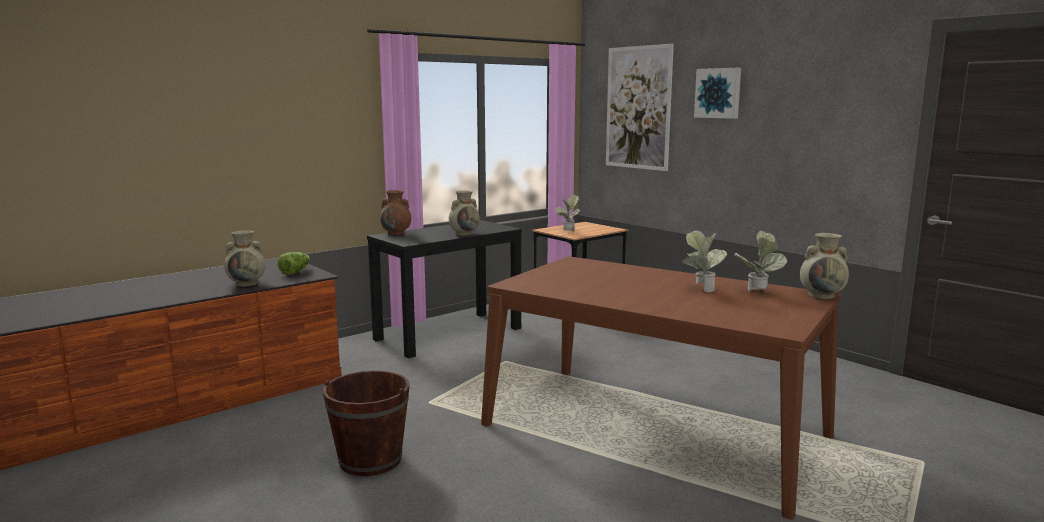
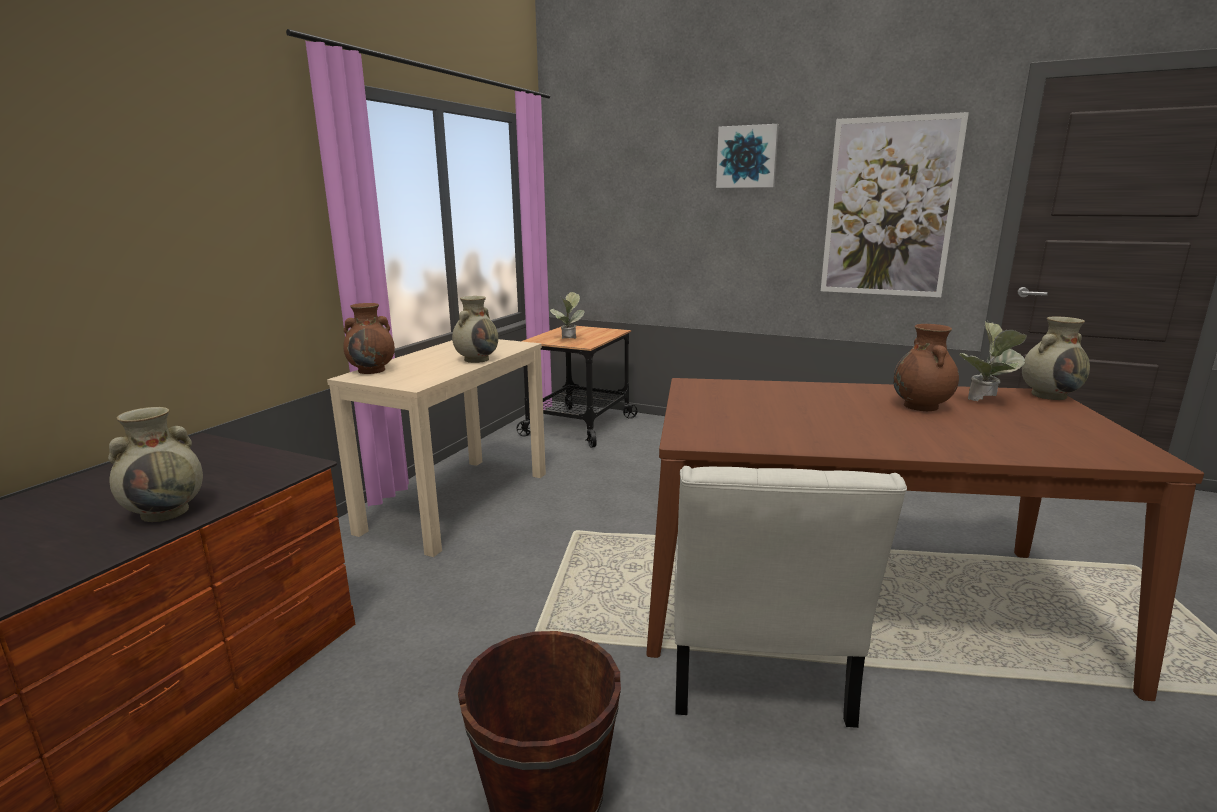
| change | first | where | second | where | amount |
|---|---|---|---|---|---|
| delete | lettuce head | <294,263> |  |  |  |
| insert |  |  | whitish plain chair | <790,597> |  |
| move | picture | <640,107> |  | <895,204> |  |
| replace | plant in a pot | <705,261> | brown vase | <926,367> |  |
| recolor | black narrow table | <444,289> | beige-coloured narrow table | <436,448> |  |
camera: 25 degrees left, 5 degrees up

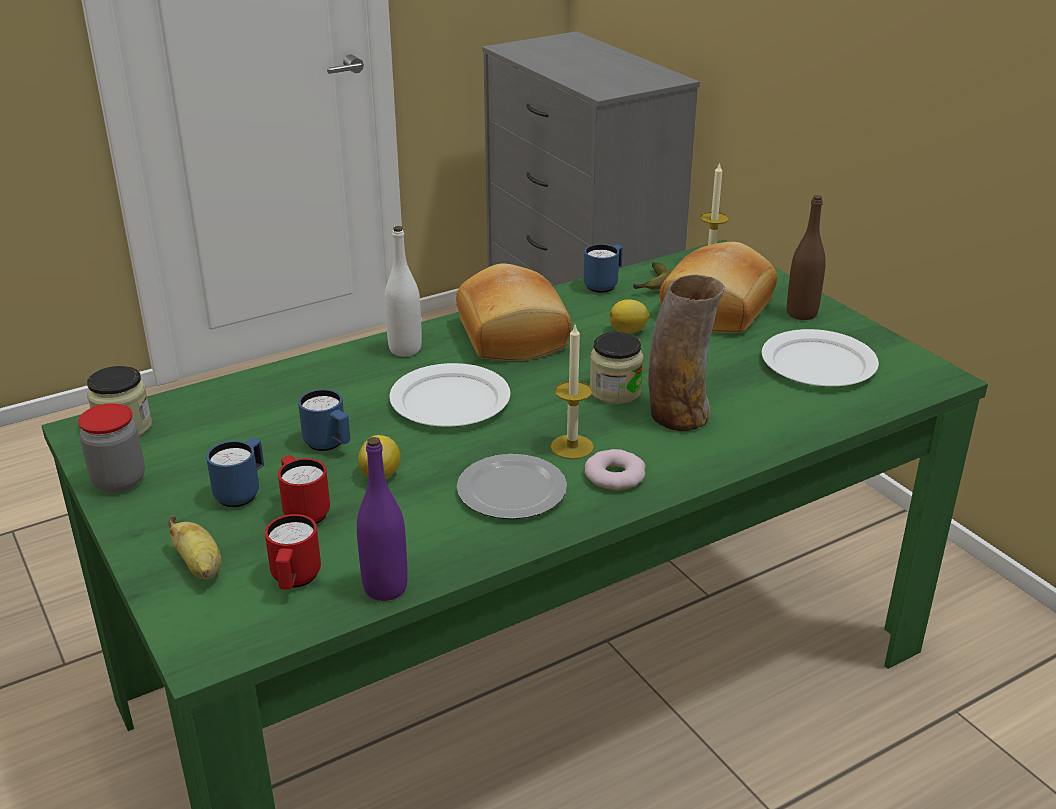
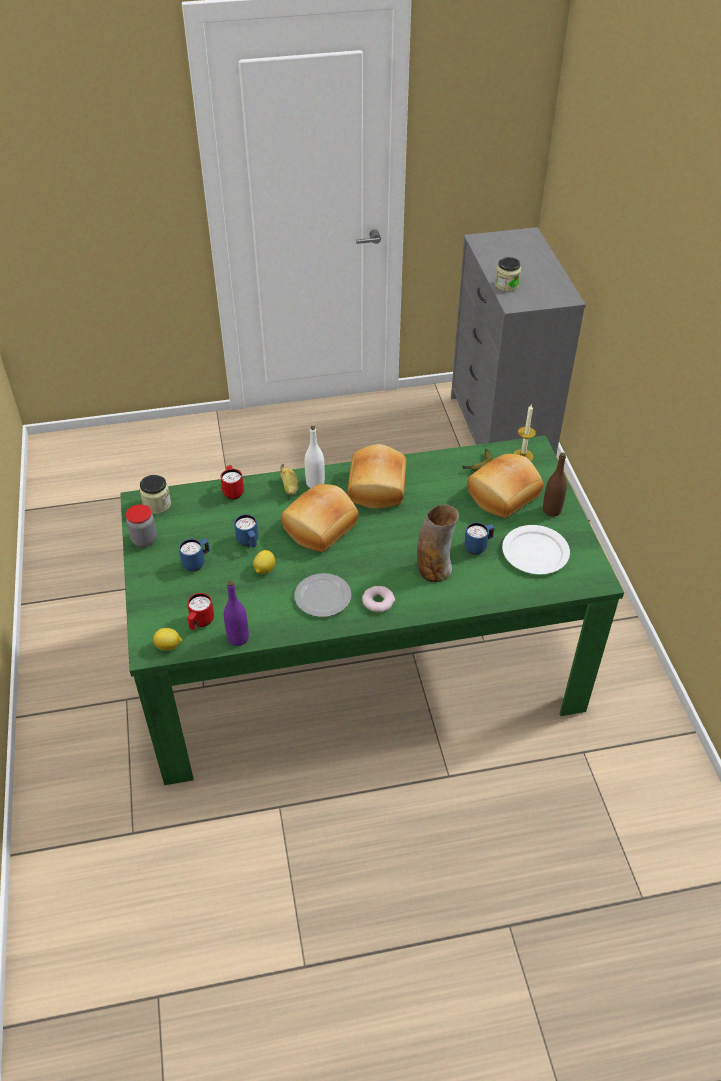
| change | first | where | second | where | amount |
|---|---|---|---|---|---|
| delete | candle | <572,392> |  |  |  |
| move | whole banana | <194,547> |  | <289,480> |  |
| move | reddish tea mug | <304,489> |  | <232,482> |  |
| move | blue-coloured tea mug | <603,268> |  | <479,538> |  |
| move | preserve jar | <616,368> |  | <508,274> |  |
| move | whole lemon | <629,316> |  | <167,639> |  |
| replace | whitish plate | <449,395> | bread | <320,518> |  |
camera: 20 degrees right, 15 degrees up

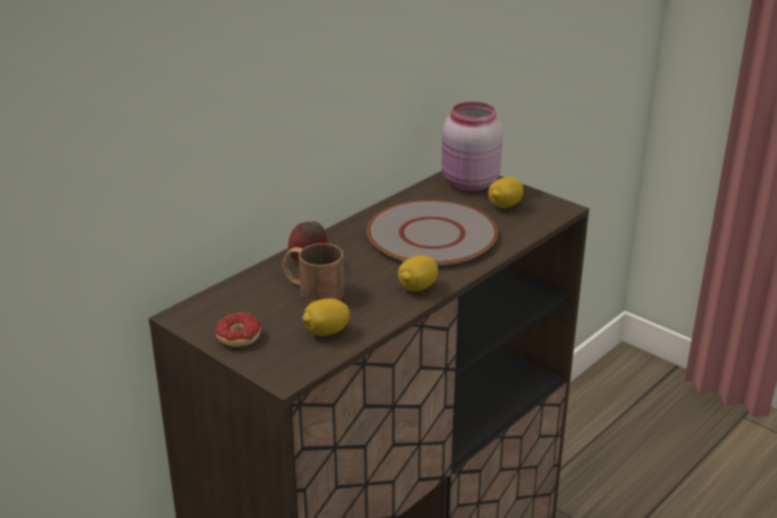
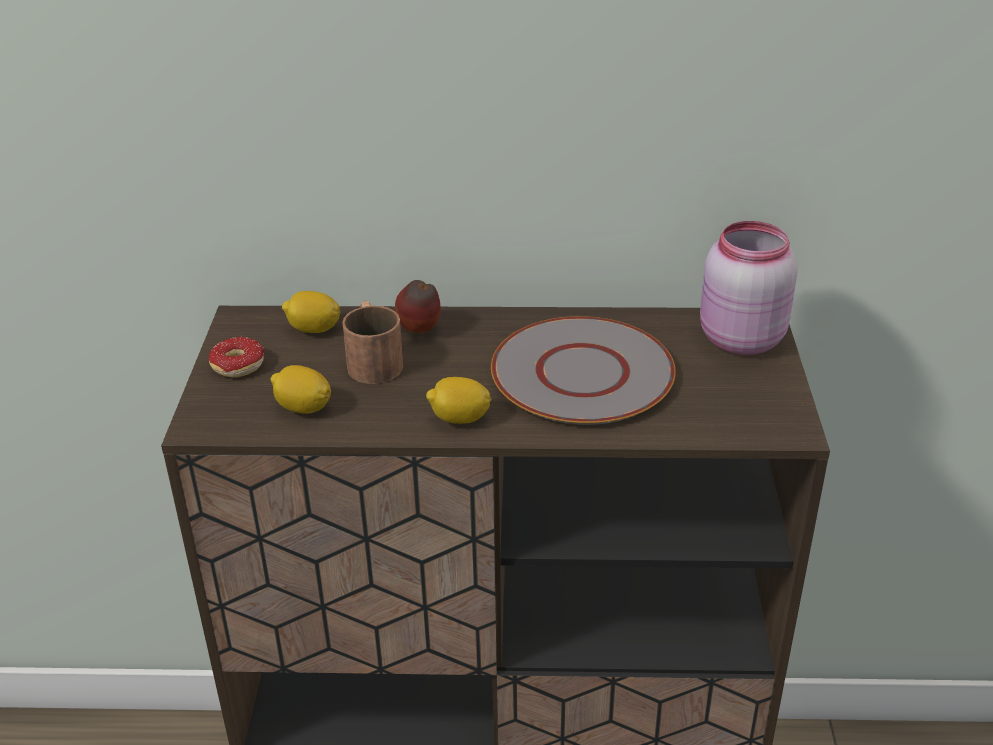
| change | first | where | second | where | amount |
|---|---|---|---|---|---|
| move | whole lemon | <505,192> |  | <311,312> |  |
camera: 50 degrees right, 5 degrees up

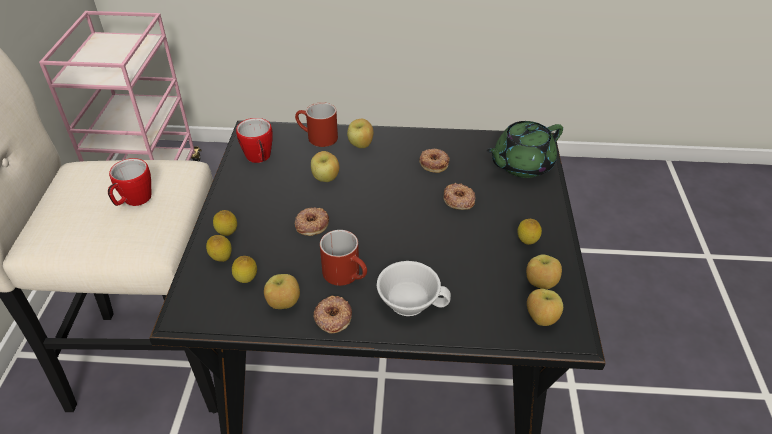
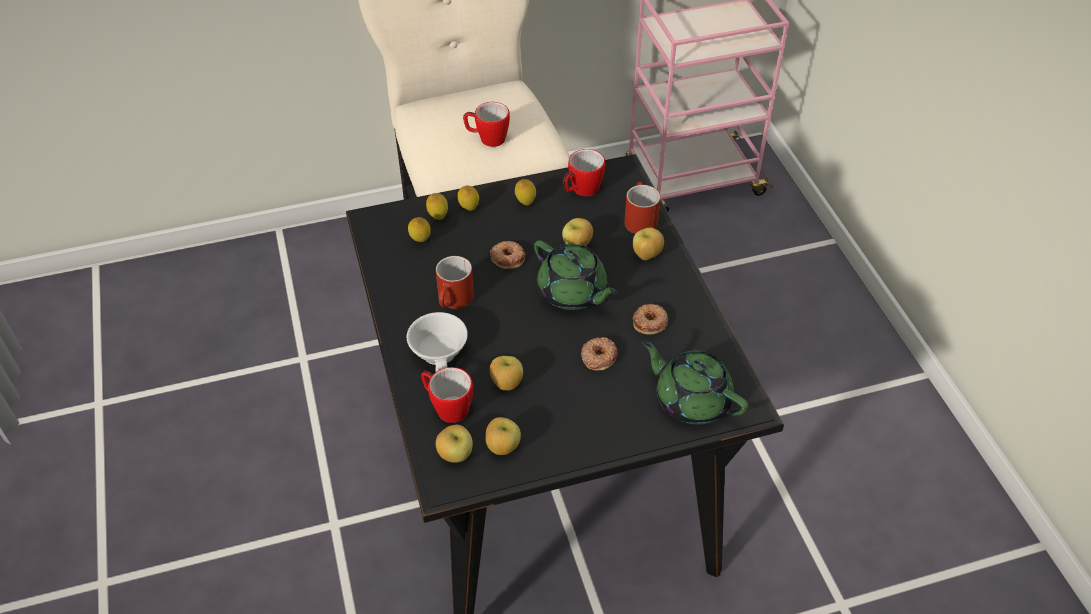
| change | first | where | second | where | amount |
|---|---|---|---|---|---|
| delete | doughnut | <333,315> |  |  |  |
| insert |  |  | tea mug | <447,395> |  |
| insert |  |  | green-coloured teapot | <576,275> |  |
| move | apple | <282,291> |  | <506,373> |  |
| move | whole lemon | <529,232> |  | <525,192> |  |
camera: 70 degrees right, 5 degrees up

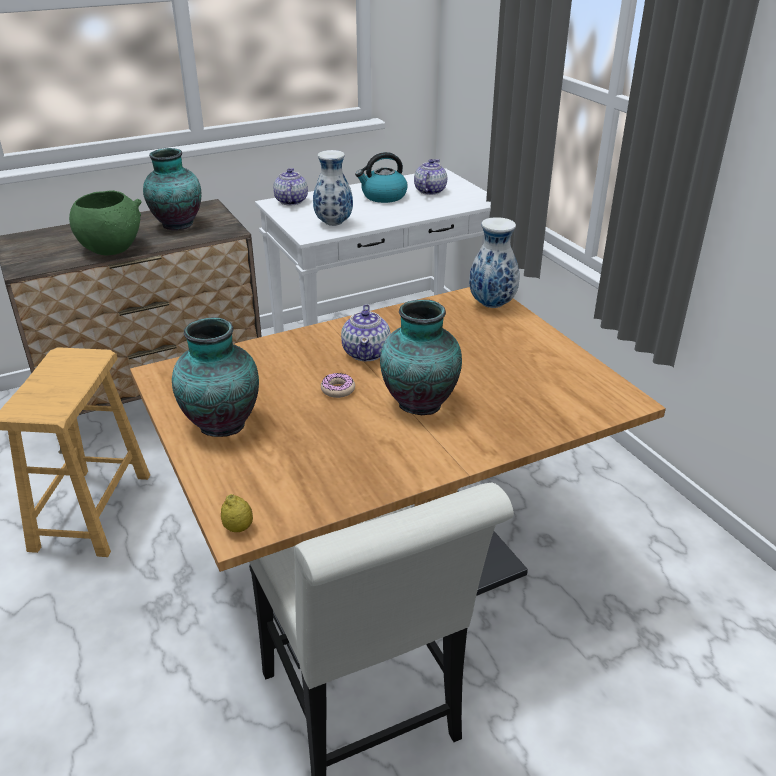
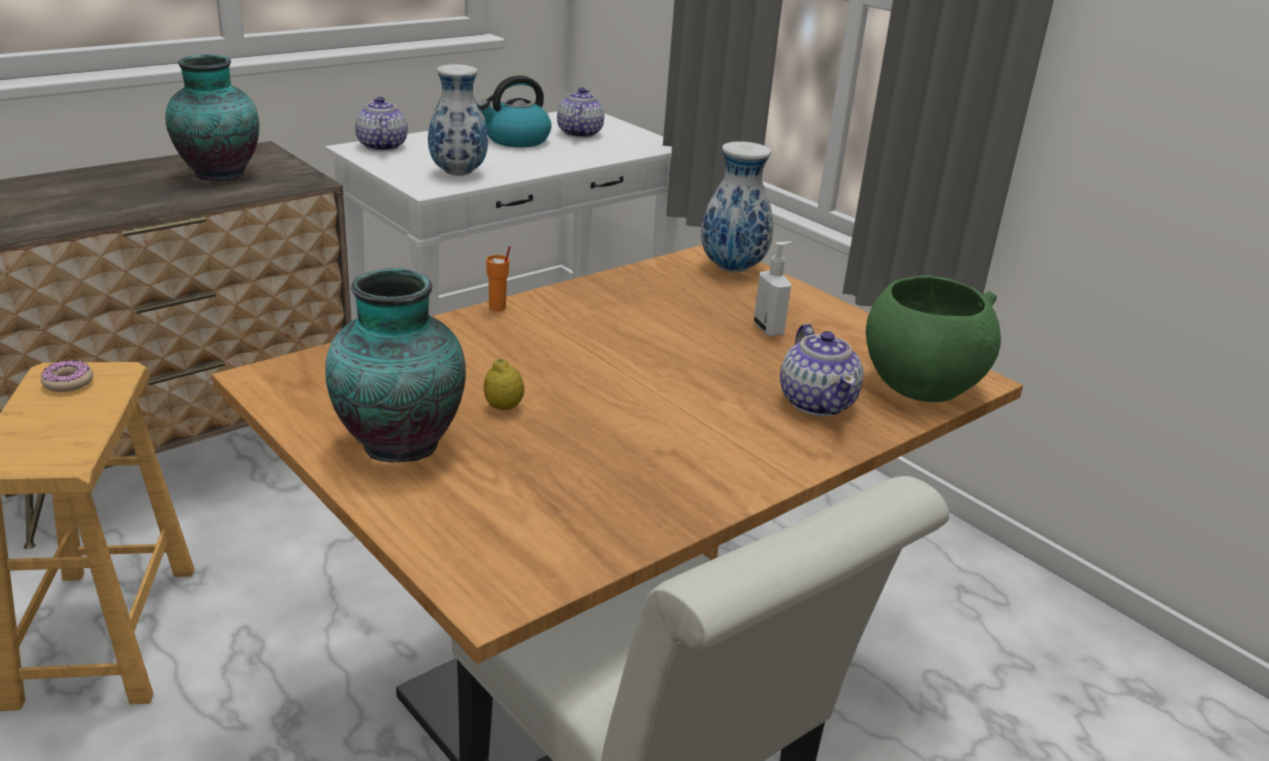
| change | first | where | second | where | amount |
|---|---|---|---|---|---|
| delete | vase | <421,357> |  |  |  |
| insert |  |  | orange cup | <498,279> |  |
| insert |  |  | liquid soap bottle | <773,289> |  |
| move | green-coloured bowl | <105,222> |  | <933,338> |  |
| move | whole lemon | <237,513> |  | <503,384> |  |
| move | doughnut | <338,385> |  | <66,376> |  |
| move | teapot | <366,332> |  | <821,370> |  |
camera: 15 degrees left, 5 degrees down

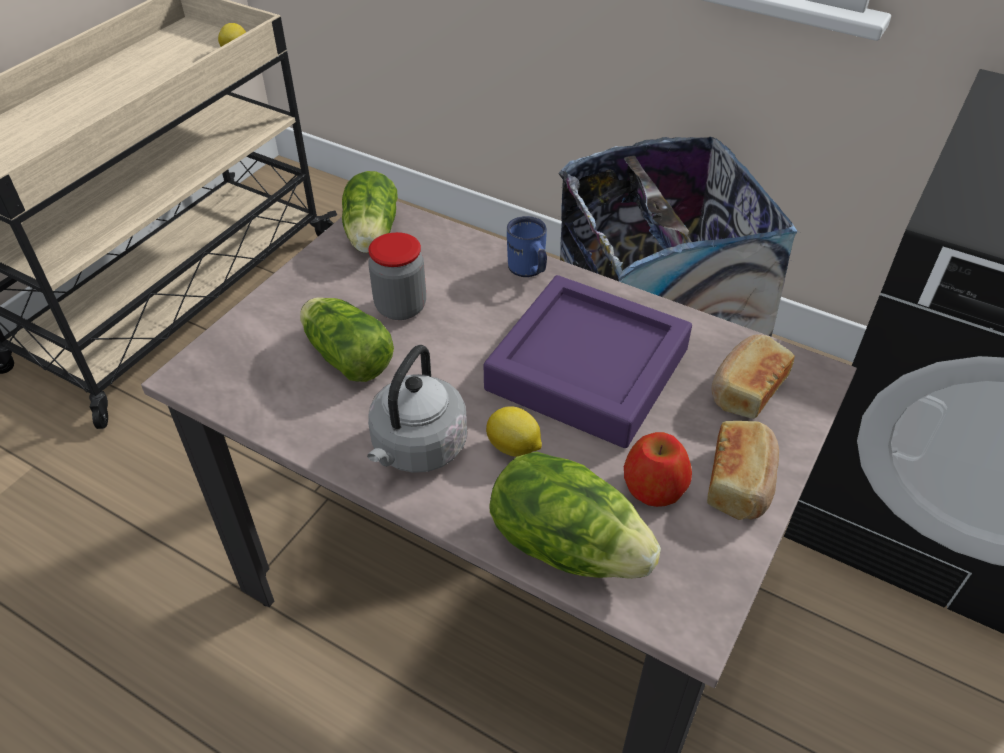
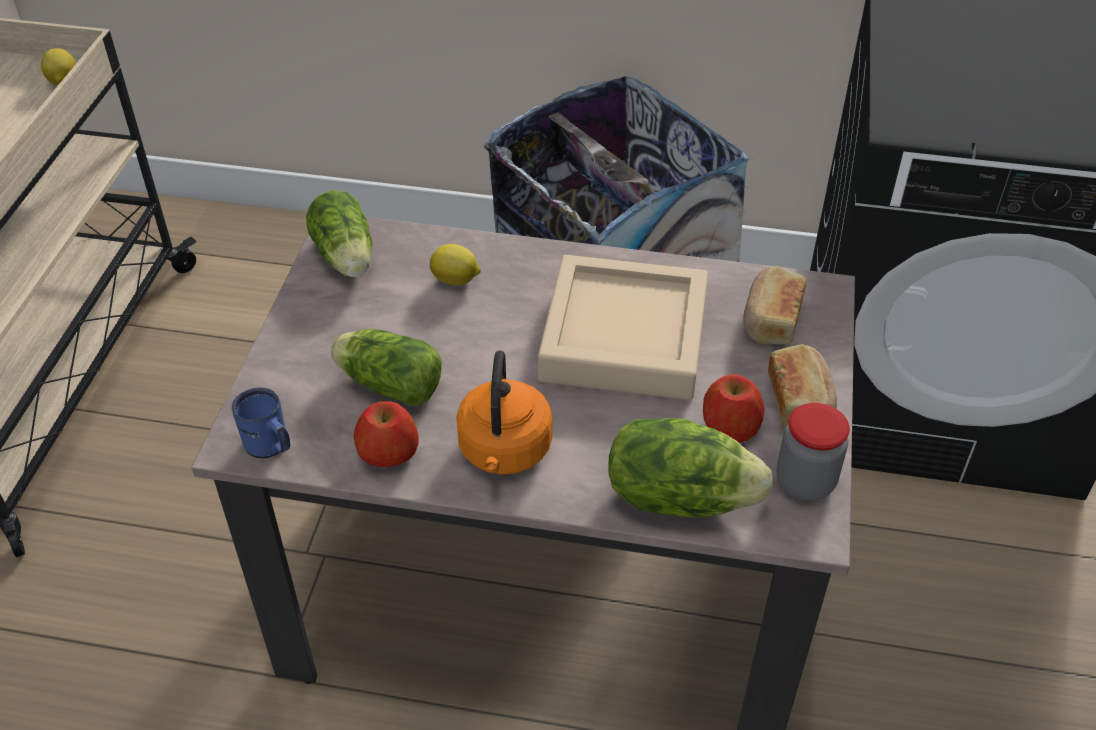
| change | first | where | second | where | amount |
|---|---|---|---|---|---|
| insert |  |  | apple | <386,434> |  |
| move | preserve jar | <397,276> |  | <813,452> |  |
| move | whole lemon | <514,431> |  | <455,264> |  |
| move | blue-coloured tea mug | <527,246> |  | <261,423> |  |
| recolor | grey tea kettle | <417,409> | orange tea kettle | <504,412> |  |
| recolor | purplish serving tray | <588,361> | beige-coloured serving tray | <623,327> |  |
camera: 20 degrees left, 0 degrees up

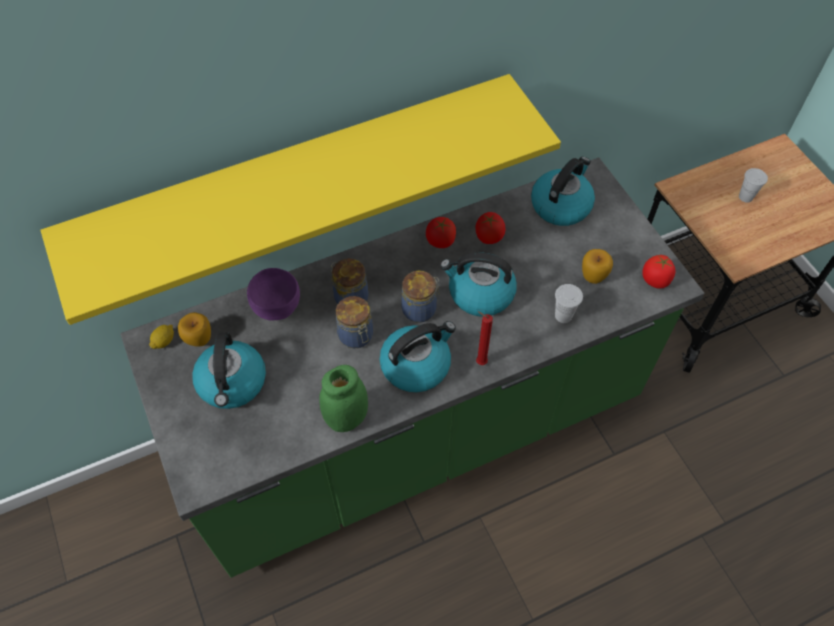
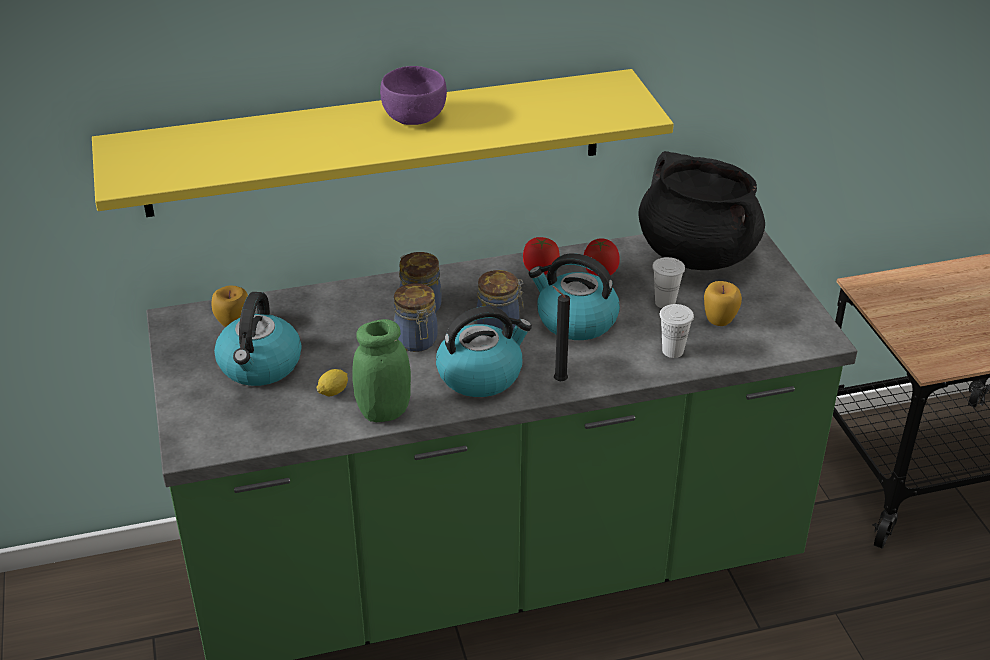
| change | first | where | second | where | amount |
|---|---|---|---|---|---|
| delete | tomato | <658,272> |  |  |  |
| move | whole lemon | <161,337> |  | <332,382> |  |
| move | purplish bowl | <273,294> |  | <413,95> |  |
| move | whitish cup | <753,185> |  | <668,282> |  |
| replace | tea kettle | <563,191> | black saucepot | <701,210> |  |
| recolor | reddish candle | <484,338> | black candle | <561,334> |  |
camera: 10 degrees right, 20 degrees down

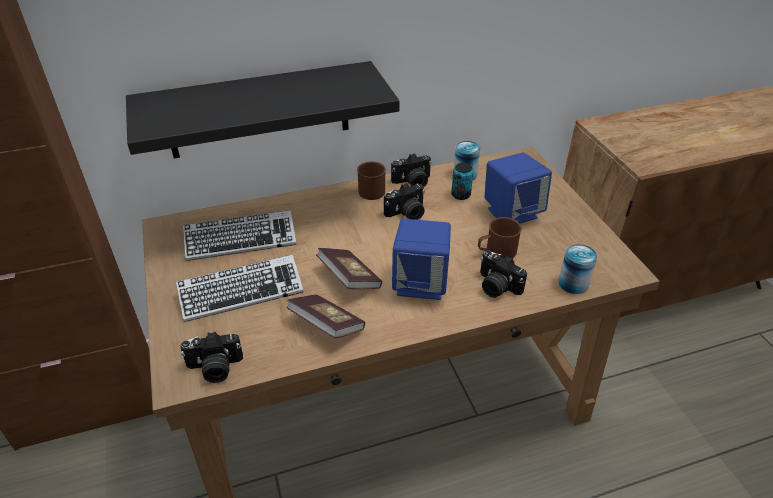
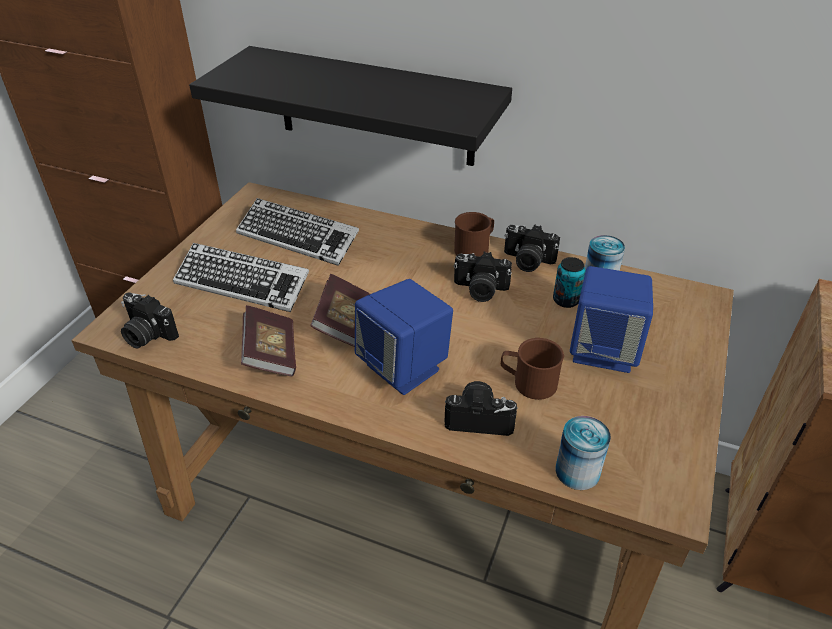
| change | first | where | second | where | amount |
|---|---|---|---|---|---|
| rotate | photo camera | <503,274> |  | <481,408> | 105 degrees clockwise |
camera: 40 degrees right, 0 degrees up

